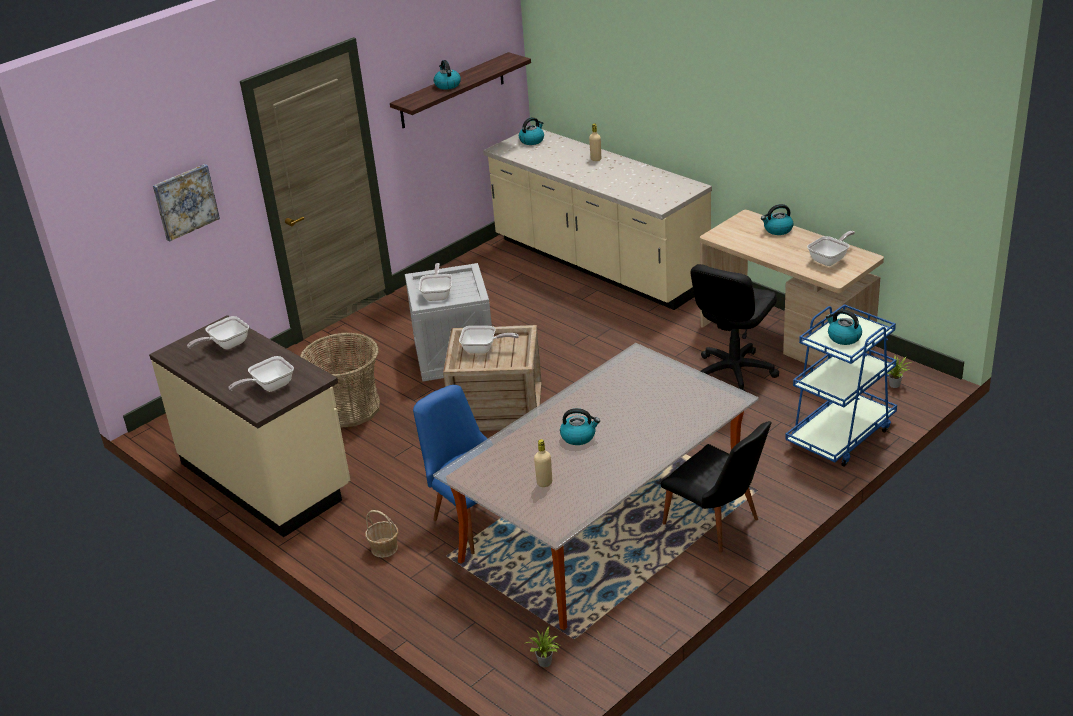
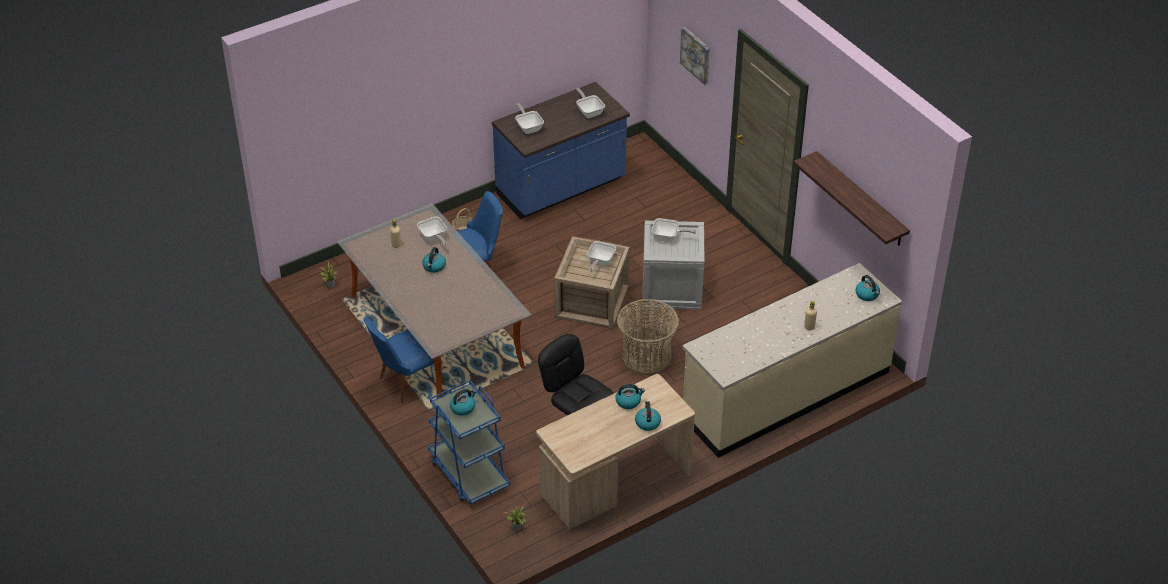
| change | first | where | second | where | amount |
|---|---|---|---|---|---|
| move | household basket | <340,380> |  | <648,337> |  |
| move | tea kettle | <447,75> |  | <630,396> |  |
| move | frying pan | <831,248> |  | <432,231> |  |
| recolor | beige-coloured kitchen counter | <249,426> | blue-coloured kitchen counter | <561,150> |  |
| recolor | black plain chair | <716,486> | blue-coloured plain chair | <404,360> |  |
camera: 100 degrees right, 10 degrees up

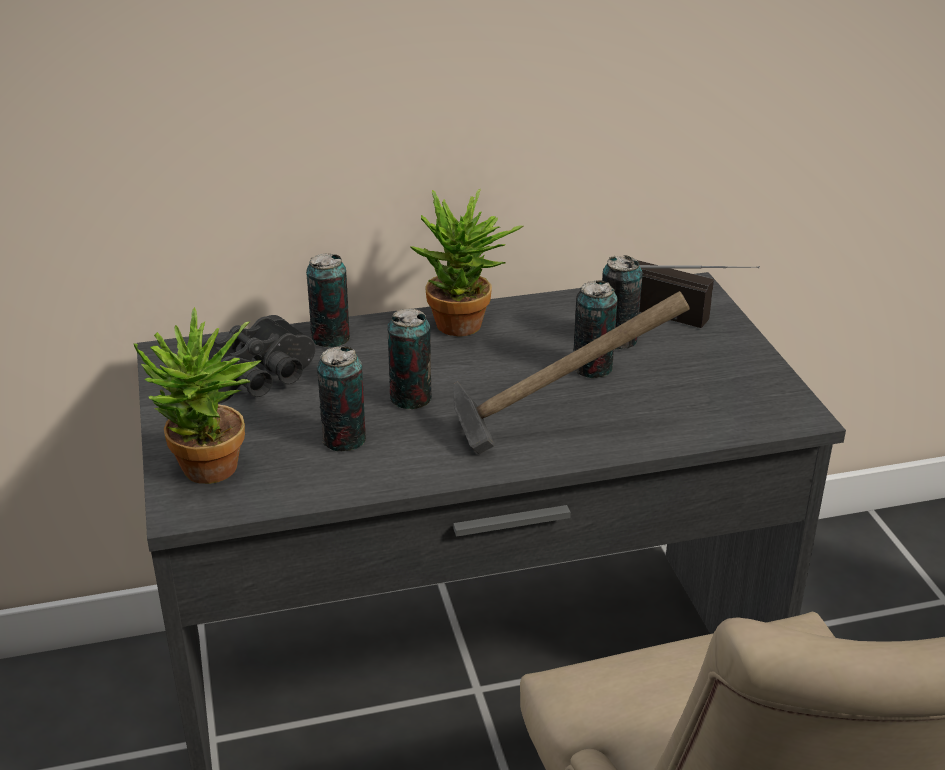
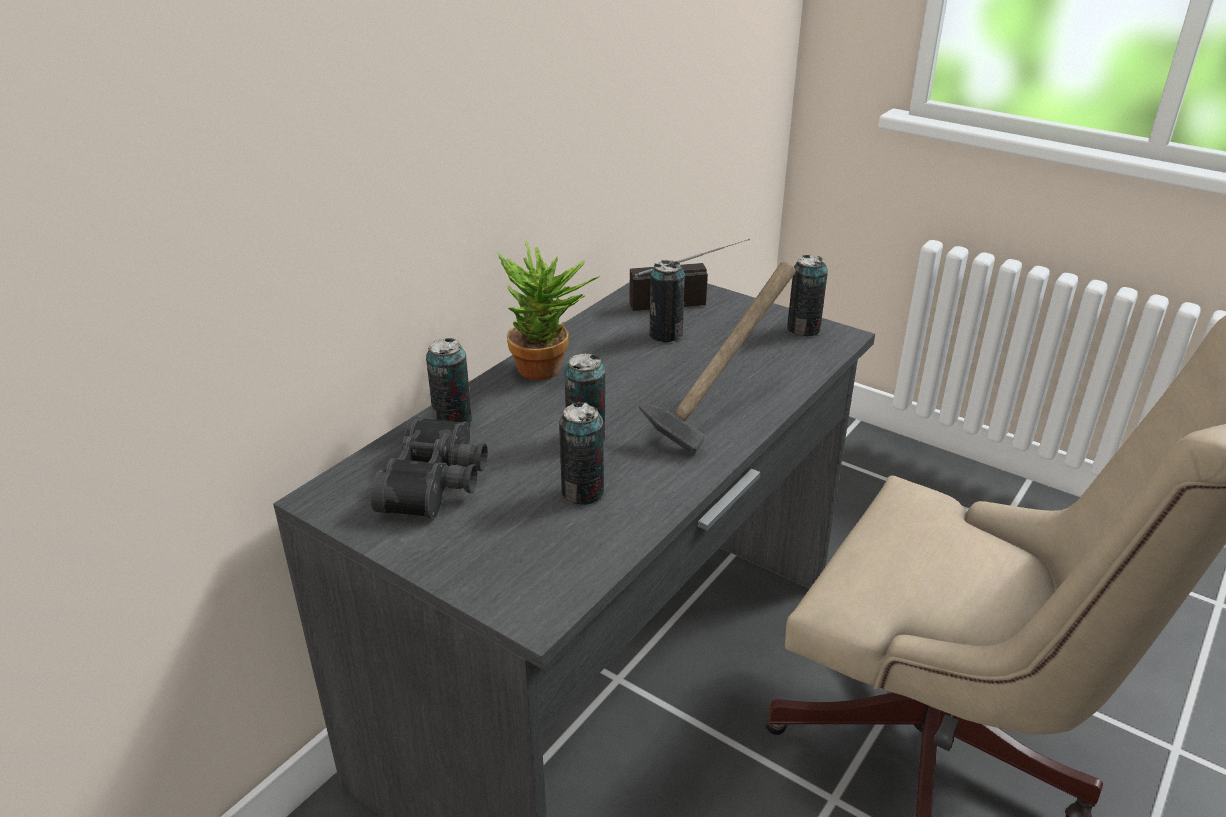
| change | first | where | second | where | amount |
|---|---|---|---|---|---|
| delete | plant in a pot | <197,395> |  |  |  |
| move | sealed can | <595,329> |  | <807,295> |  |
camera: 40 degrees left, 0 degrees up

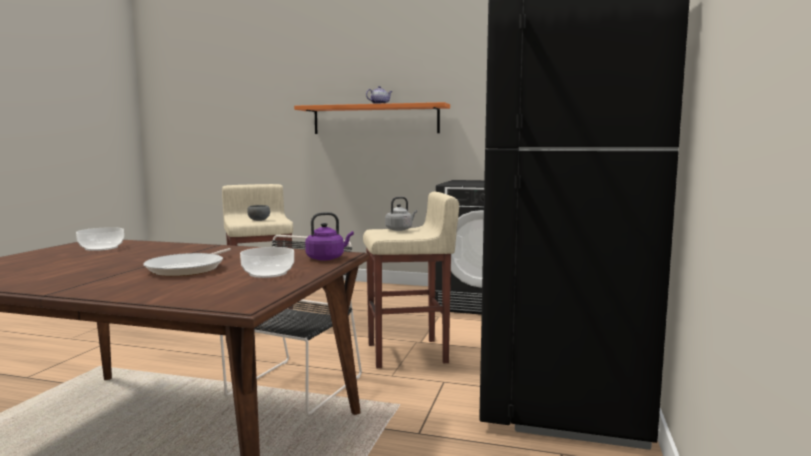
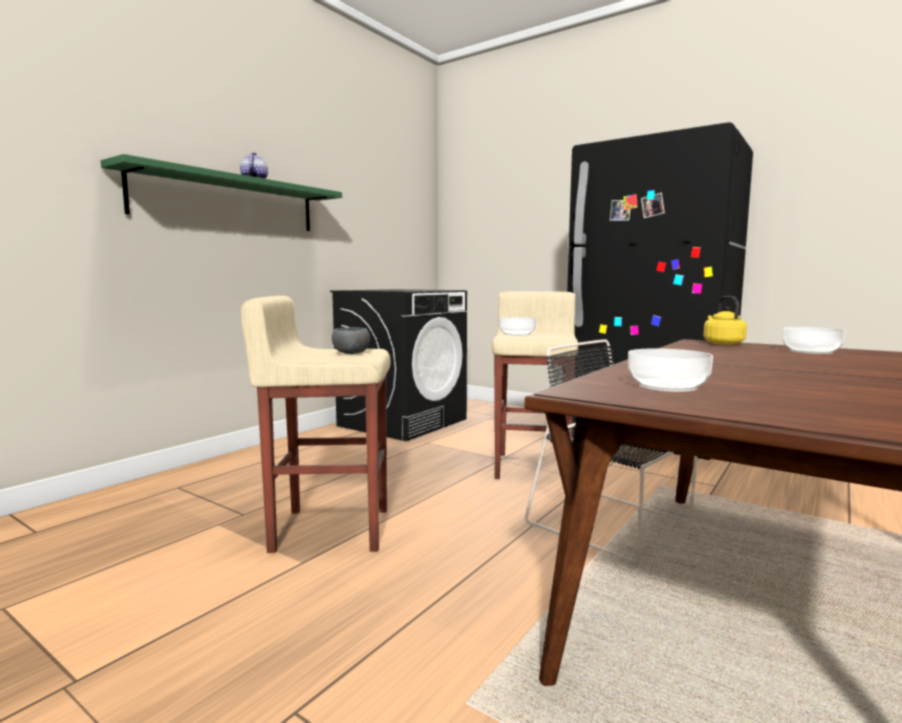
| change | first | where | second | where | amount |
|---|---|---|---|---|---|
| delete | frying pan | <187,262> |  |  |  |
| replace | grey tea kettle | <401,214> | bowl | <517,326> |  |
| recolor | orange shelf | <372,118> | green-coloured shelf | <221,192> |  |
| recolor | purplish tea kettle | <329,236> | yellow-coloured tea kettle | <725,320> |  |
camera: 70 degrees left, 0 degrees up

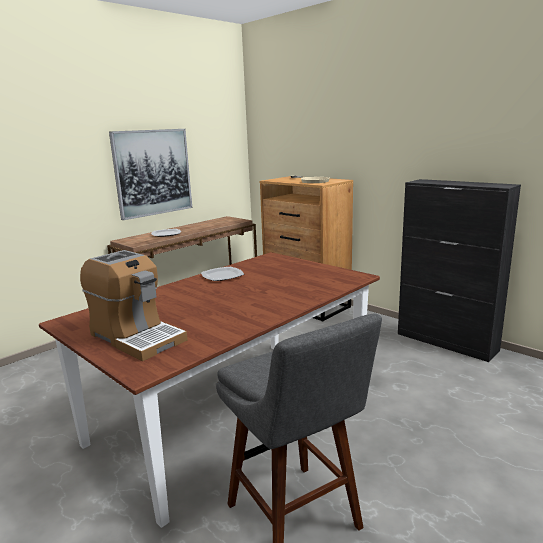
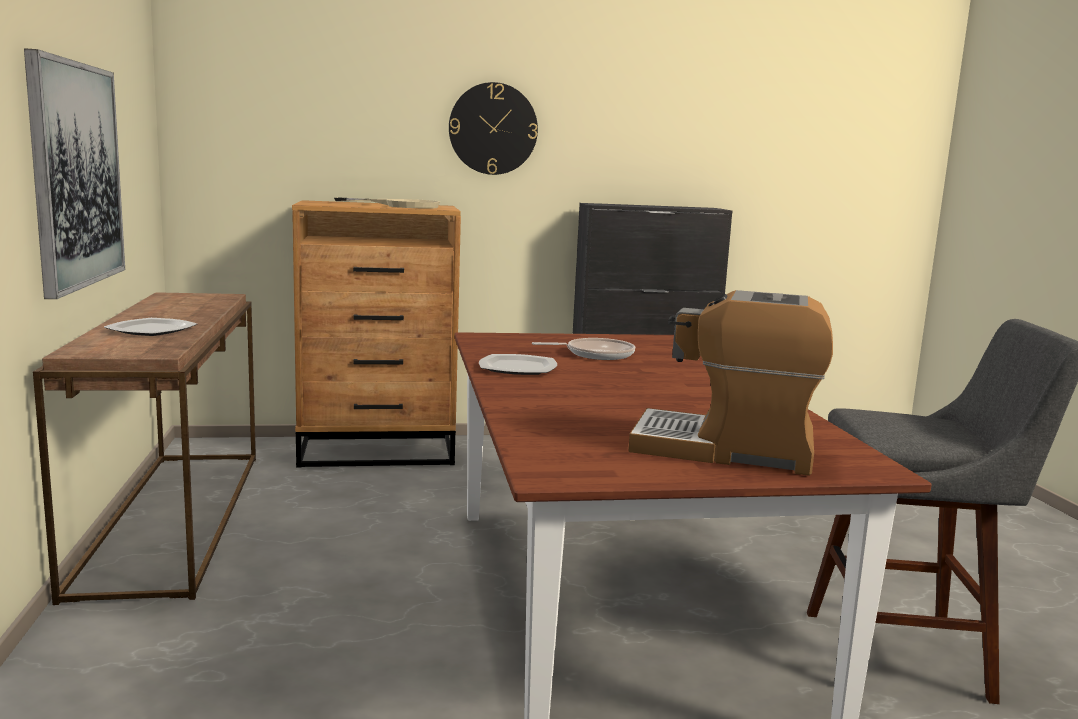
| change | first | where | second | where | amount |
|---|---|---|---|---|---|
| insert |  |  | clock on the wall | <493,128> |  |
| insert |  |  | frying pan | <583,349> |  |
| rotate | coffee machine | <134,305> |  | <730,383> | 150 degrees counterclockwise |
camera: 55 degrees left, 5 degrees down

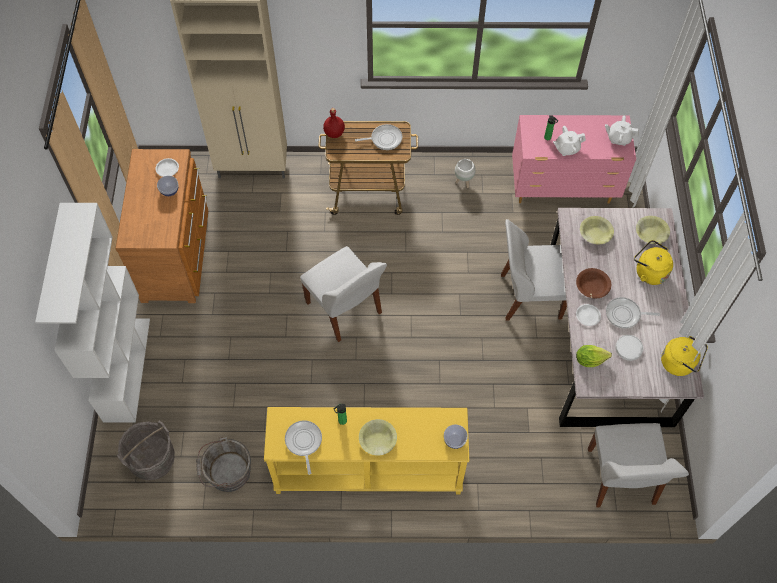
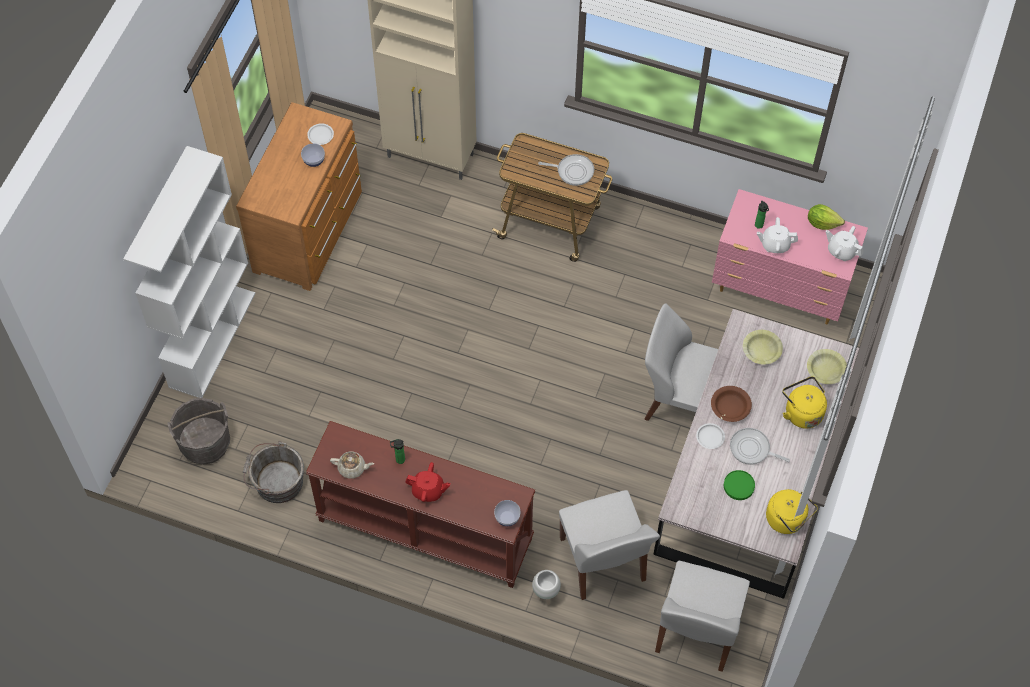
| change | first | where | second | where | amount |
|---|---|---|---|---|---|
| delete | reddish beverage bottle | <334,123> |  |  |  |
| move | whitish plain chair | <343,294> |  | <609,545> |  |
| move | whitish plant pot | <465,173> |  | <546,587> |  |
| move | lettuce head | <594,356> |  | <826,217> |  |
| replace | frying pan | <303,447> | beige-coloured teapot | <352,465> |  |
| replace | yellow-coloured bowl | <378,437> | reddish teapot | <427,482> |  |
| recolor | yellow-coloured narrow table | <366,451> | brown narrow table | <420,504> |  |
| recolor | whitish plate | <629,348> | green-coloured plate | <739,485> |  |
camera: 20 degrees right, 0 degrees up

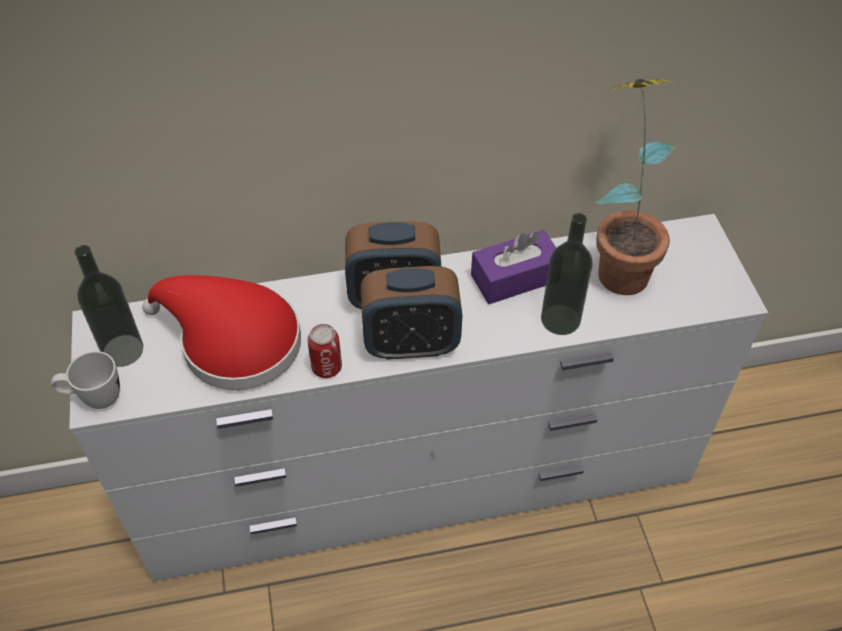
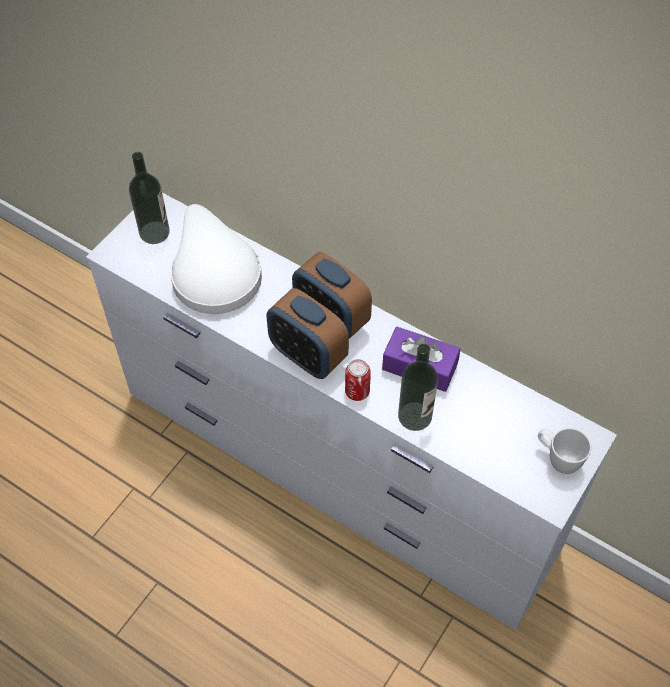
| change | first | where | second | where | amount |
|---|---|---|---|---|---|
| delete | plant in a pot | <637,187> |  |  |  |
| move | whitish tea mug | <85,380> |  | <564,451> |  |
| move | sealed can | <325,351> |  | <358,380> |  |
| recolor | reddish hat | <221,332> | whitish hat | <216,259> |  |
camera: 45 degrees right, 5 degrees up

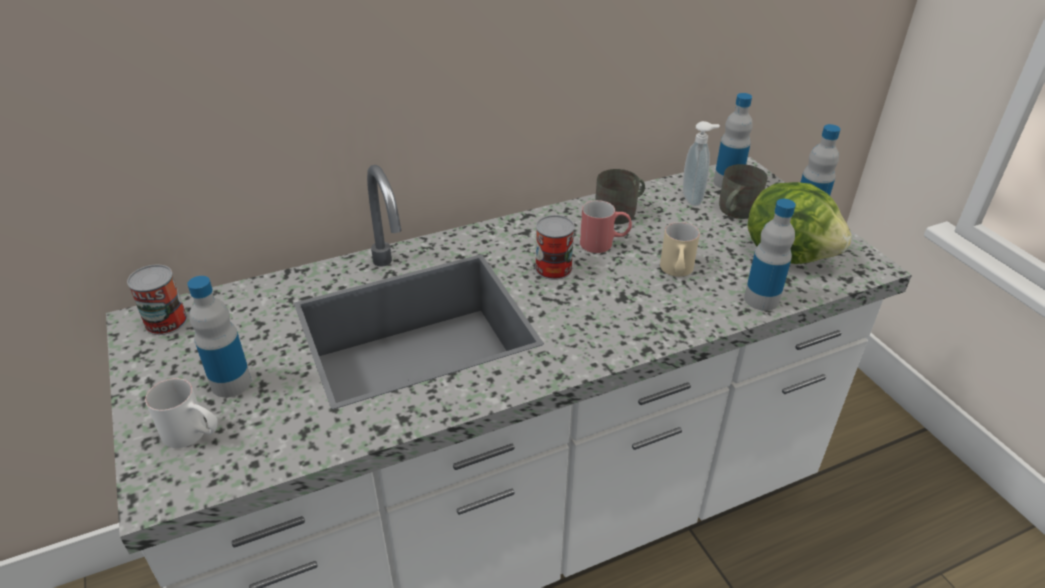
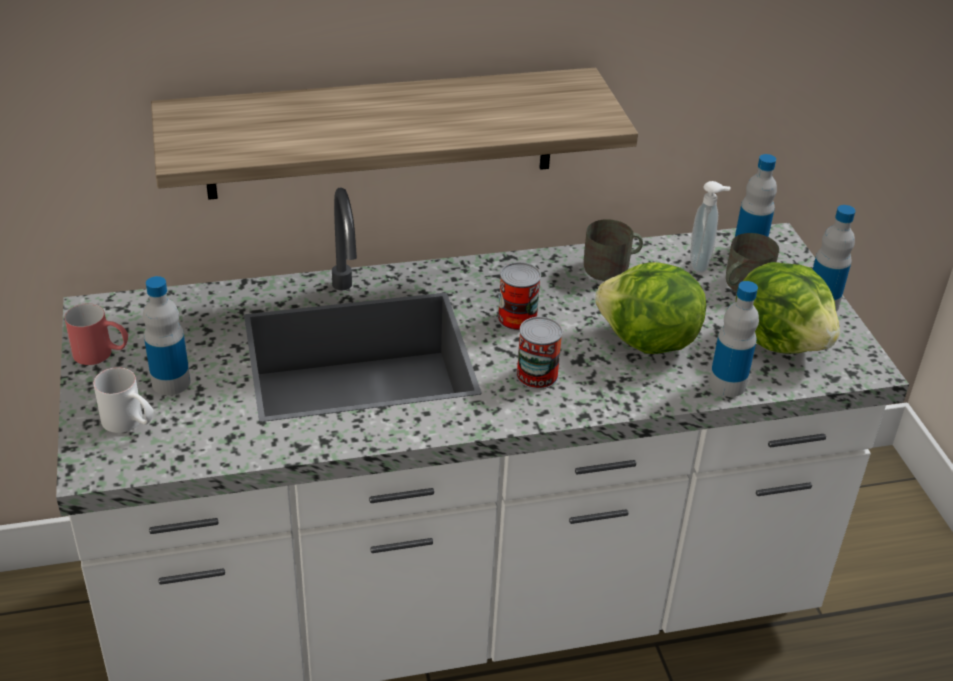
| change | first | where | second | where | amount |
|---|---|---|---|---|---|
| insert |  |  | shelf | <394,134> |  |
| move | sealed can | <157,299> |  | <539,353> |  |
| move | reddish tea mug | <606,226> |  | <96,334> |  |
| replace | beige-coloured tea mug | <680,249> | lettuce head | <650,308> |  |
camera: 10 degrees right, 0 degrees up

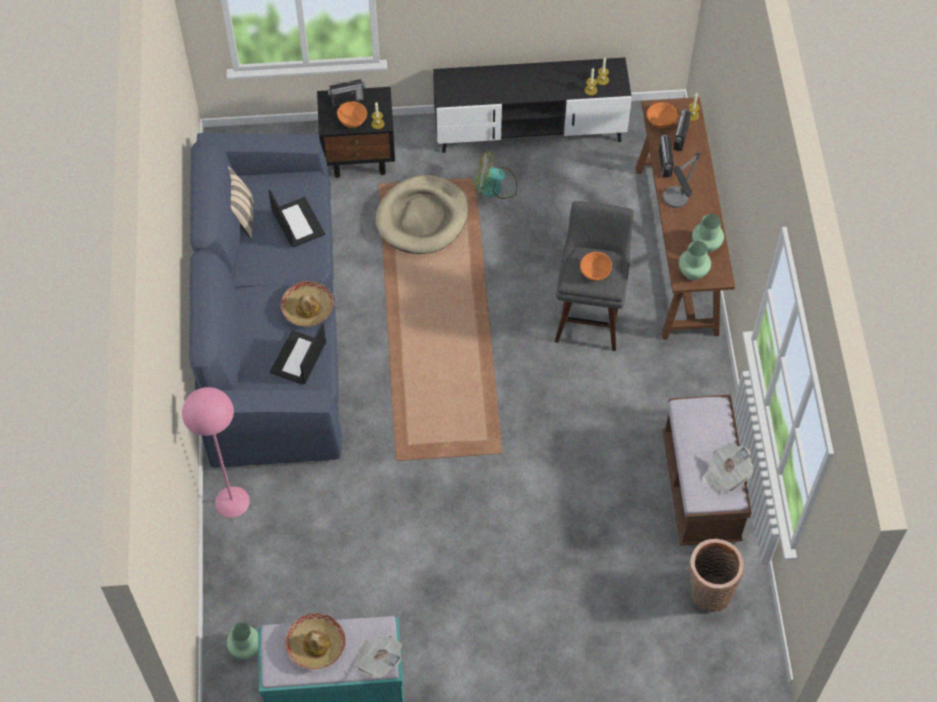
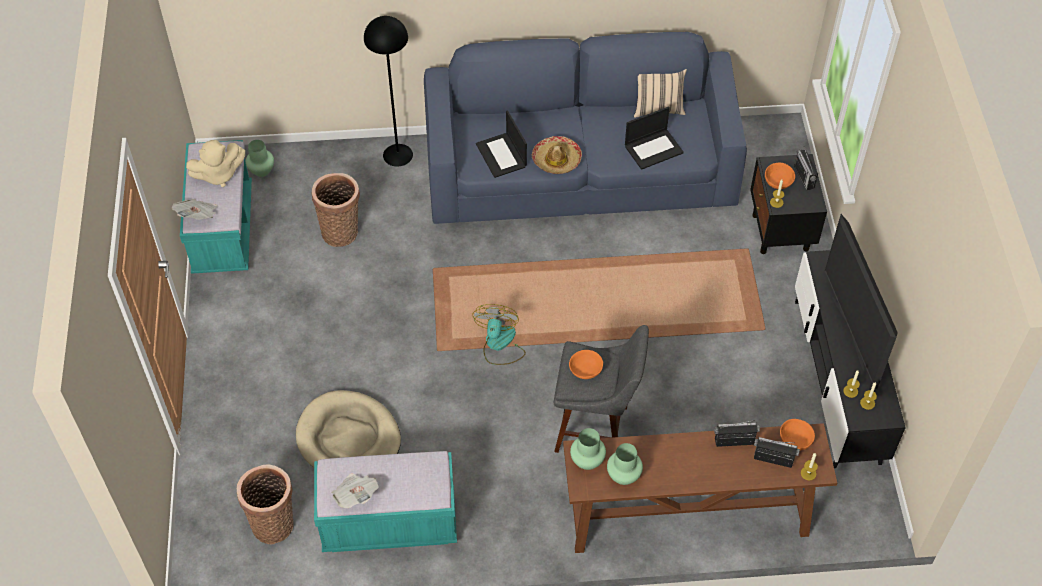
| change | first | where | second | where | amount |
|---|---|---|---|---|---|
| delete | table lamp | <682,180> |  |  |  |
| insert |  |  | household basket | <336,210> |  |
| insert |  |  | TV | <861,301> |  |
| move | beige-coloured dog bed | <422,214> |  | <348,429> |  |
| move | fan | <495,174> |  | <499,334> |  |
| replace | hat | <316,641> | beige-coloured plush toy | <215,163> |  |
| recolor | pinkish standard lamp | <216,452> | black standard lamp | <388,91> |  |
| recolor | brown indoor bench | <707,470> | turquoise-coloured indoor bench | <385,501> |  |
| rotate | notebook computer | <298,354> |  | <501,144> | 135 degrees counterclockwise |
camera: 90 degrees right, 5 degrees down

